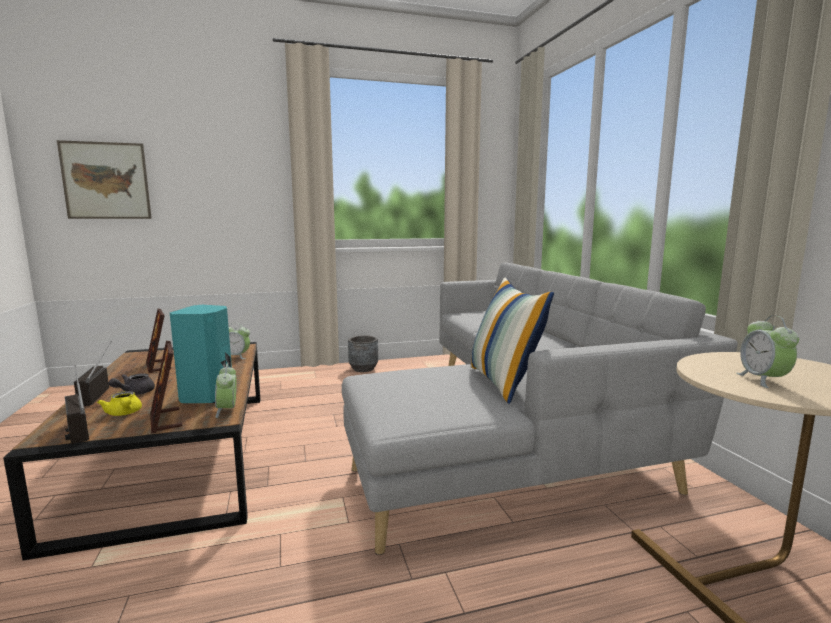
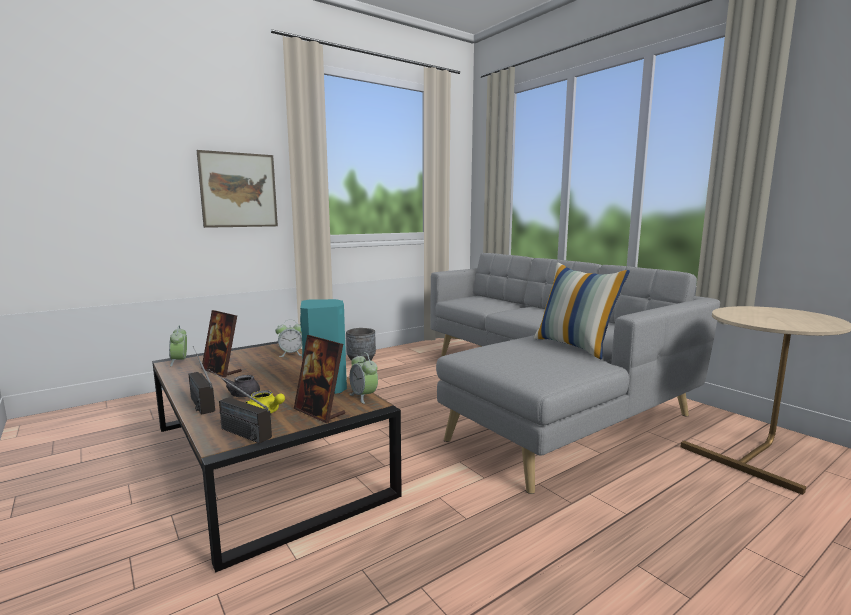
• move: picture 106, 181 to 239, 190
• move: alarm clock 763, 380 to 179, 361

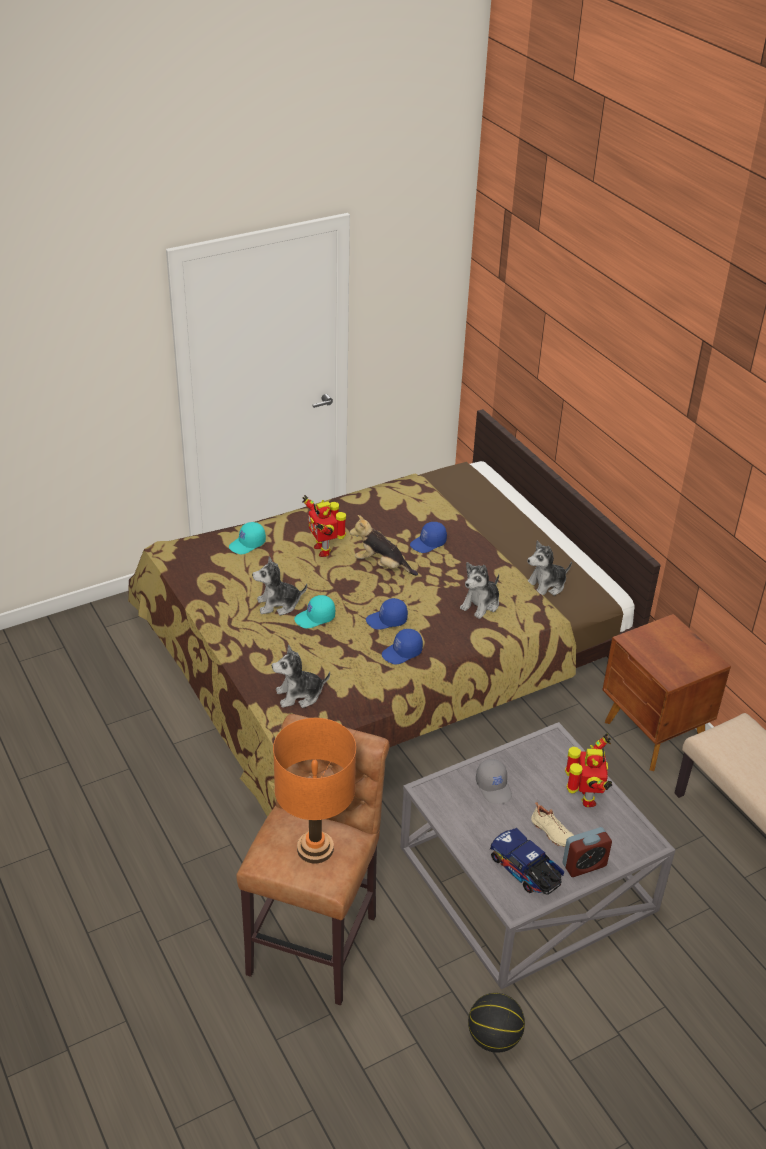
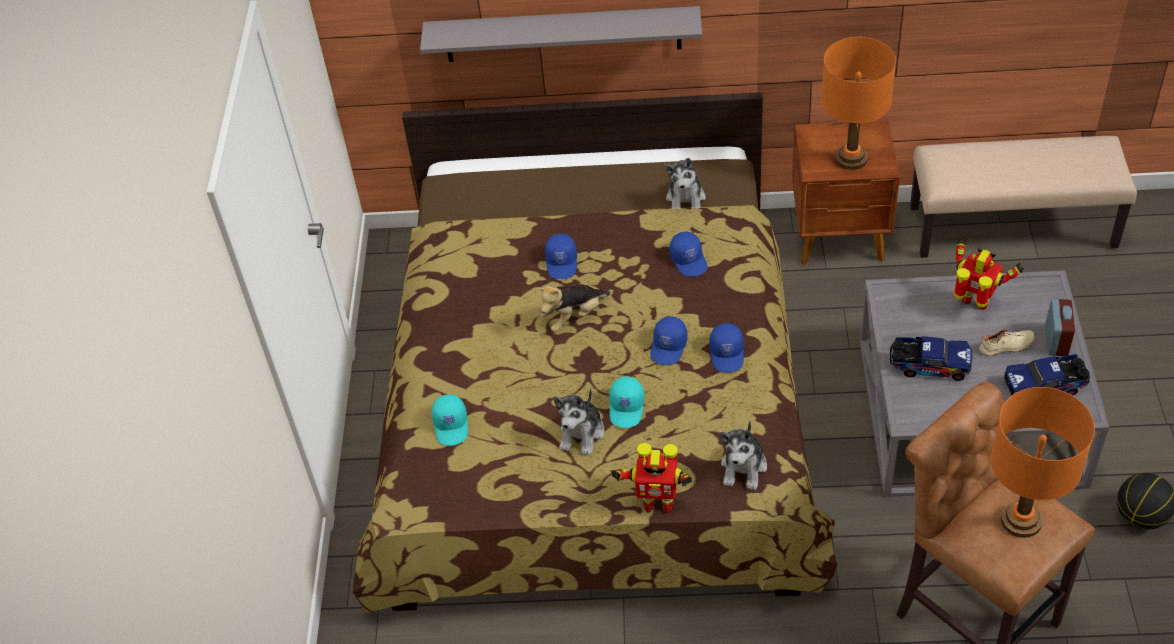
• insert: shelf (grey) 562, 34
• insert: table lamp (orange) 851, 159
• move: toy robot 323, 549 to 657, 503
• replace: plush toy 481, 604 to cap (blue) 689, 260
• replace: cap (grey) 494, 787 to toy truck 928, 365

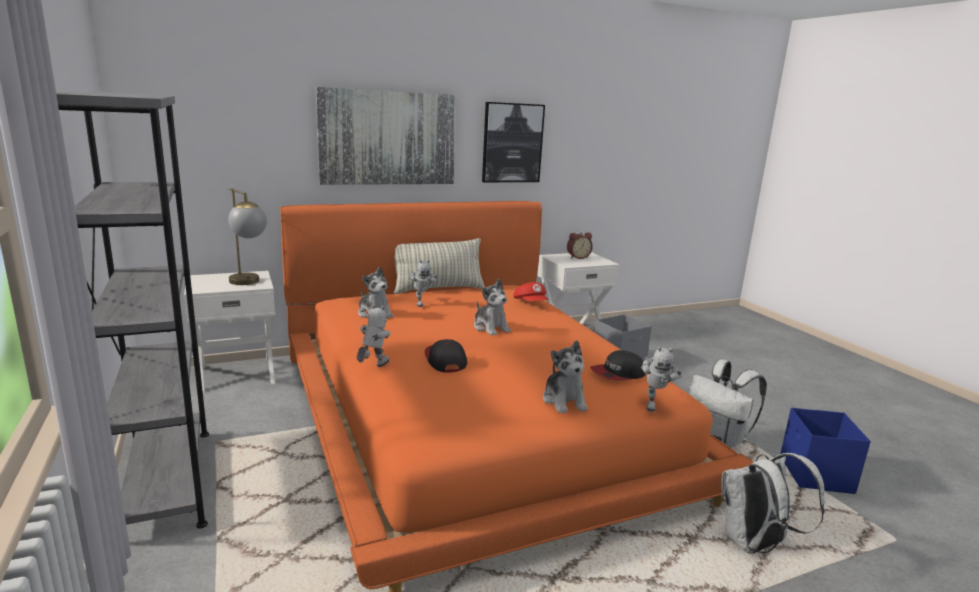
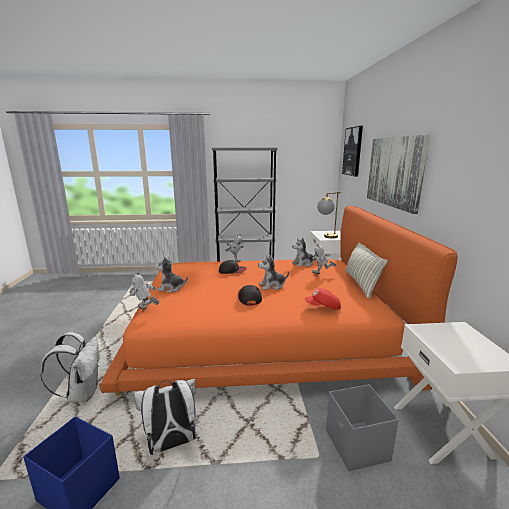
• delete: alarm clock 577, 257
• move: picture 512, 143 to 353, 151
• move: cap 618, 374 to 249, 297

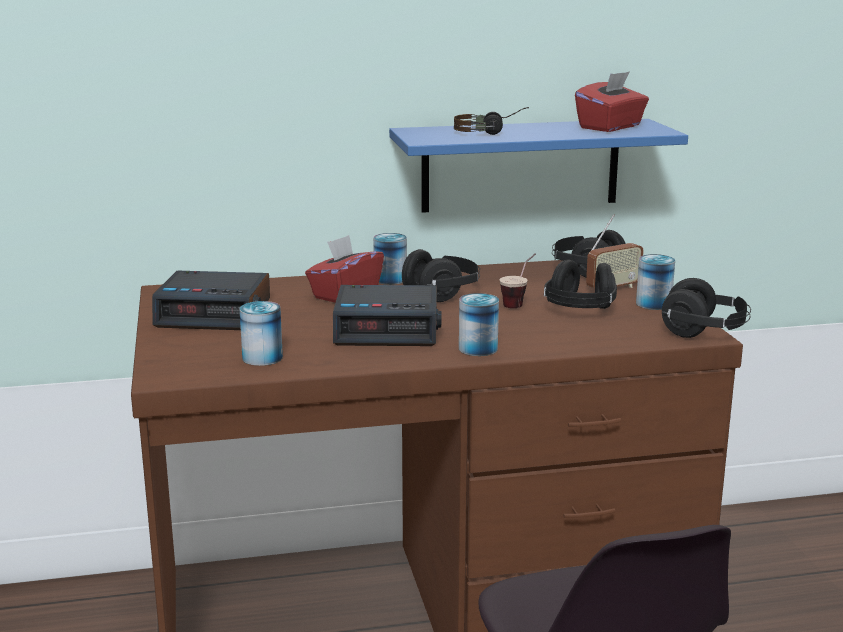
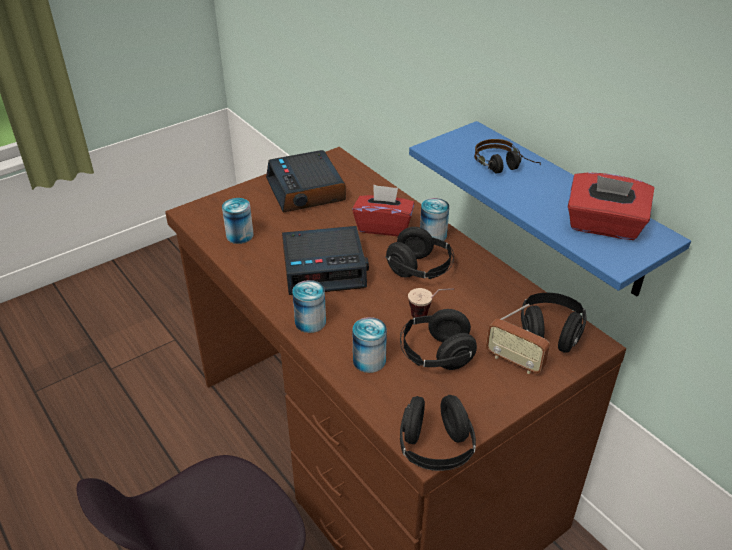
• move: can 653, 304 to 369, 360
• rotate: alarm clock 388, 328 = 325, 268 75 degrees counterclockwise

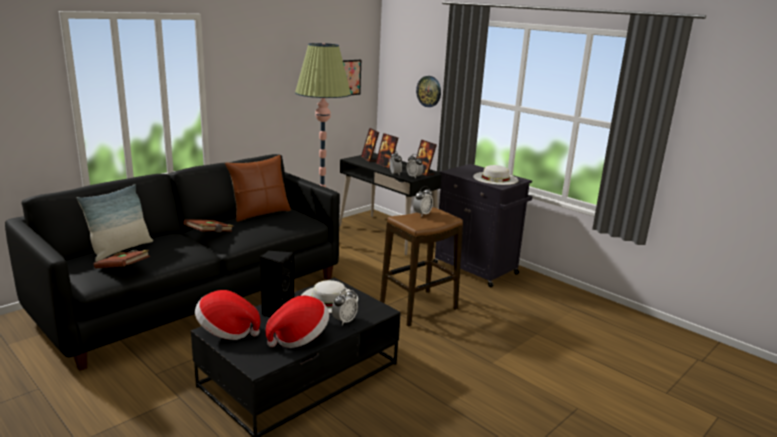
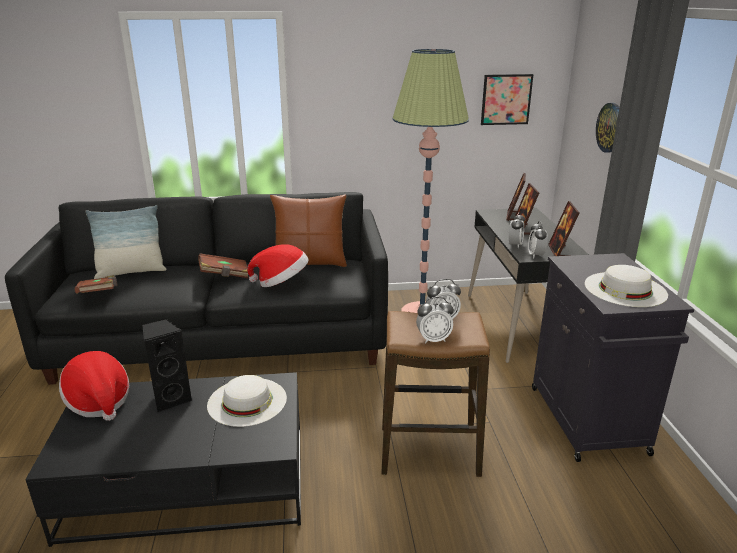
• move: hat 299, 337 to 281, 282
• move: alarm clock 344, 321 to 433, 339

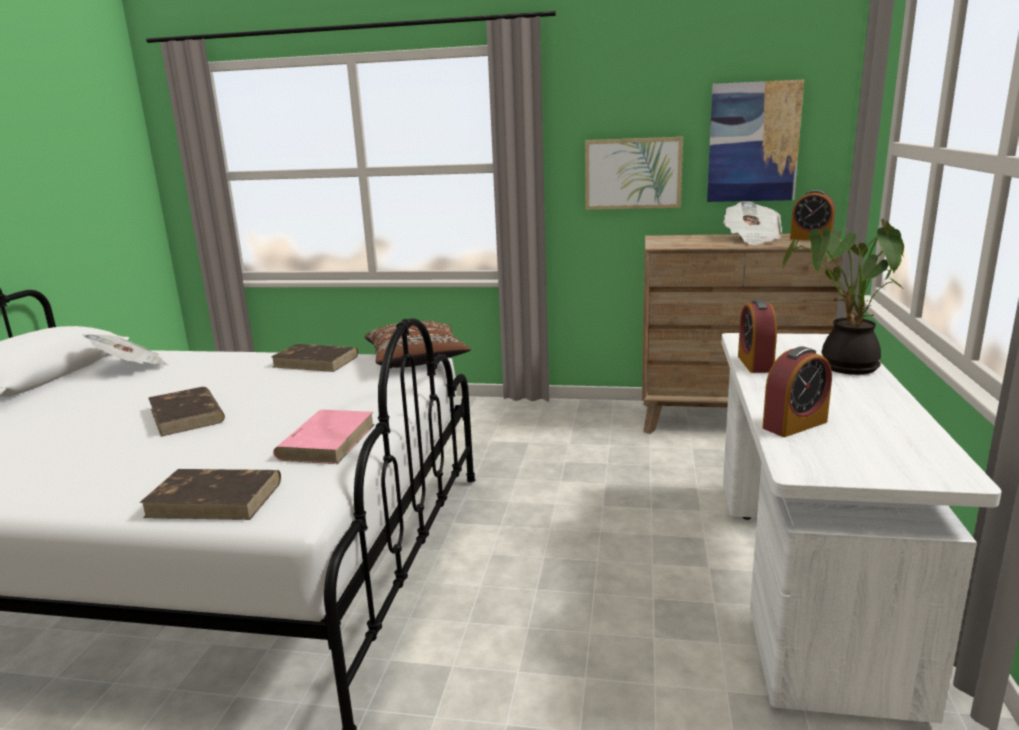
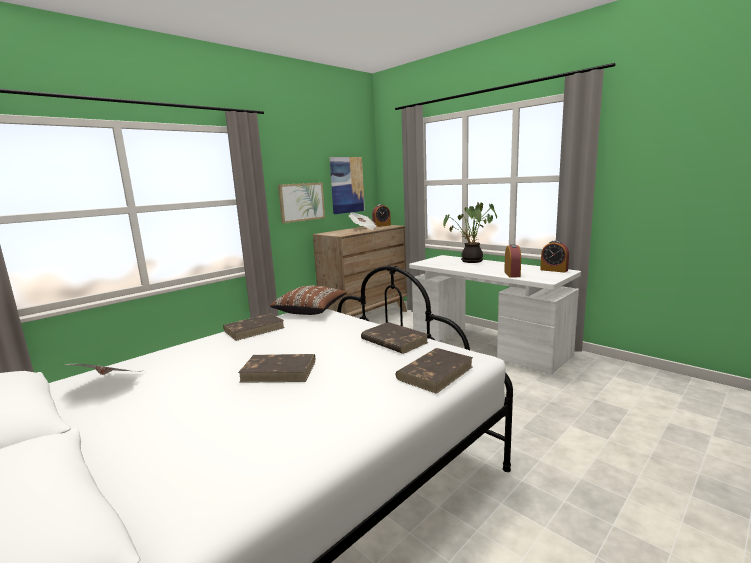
• move: alarm clock 755, 364 to 554, 270
• recolor: book (pink) 327, 441 to book (brown) 393, 341

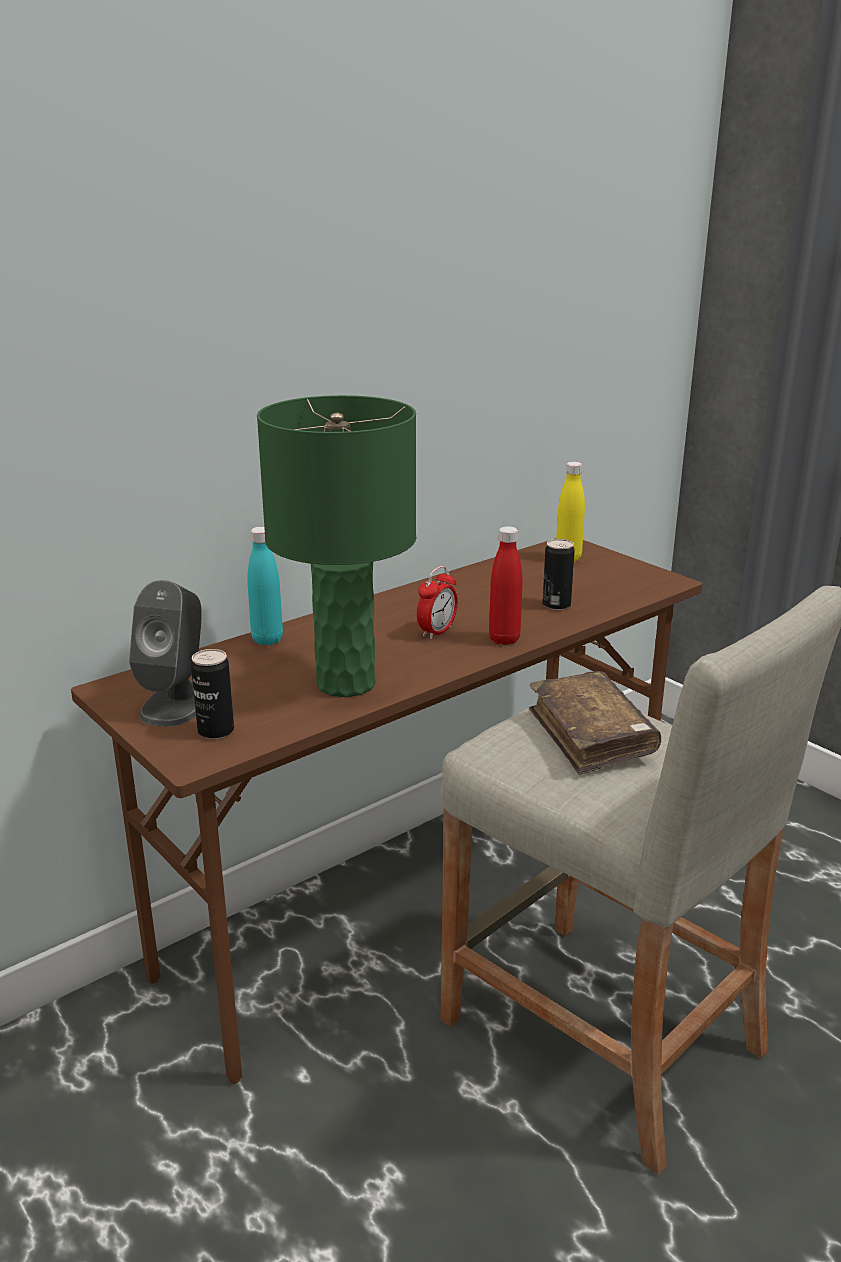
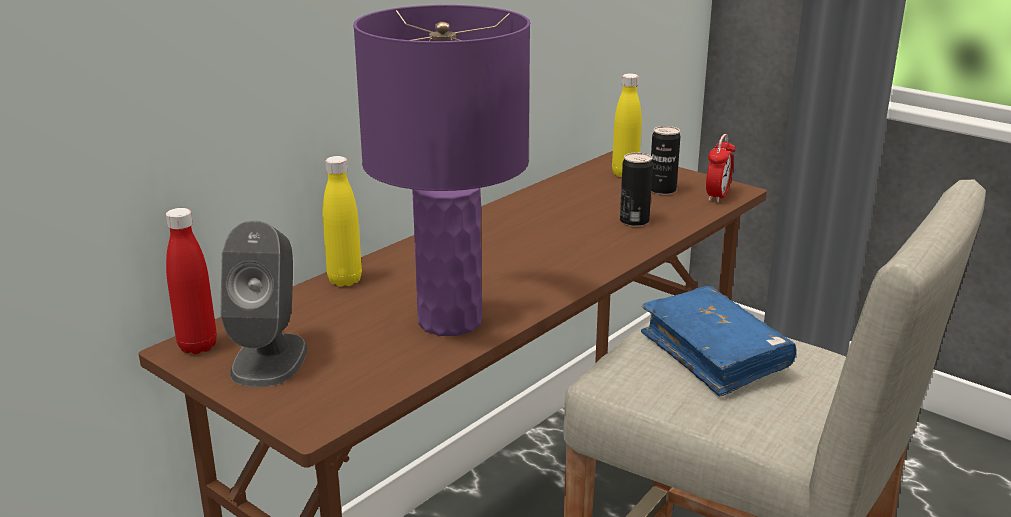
• move: can 216, 731 to 662, 190
• move: alarm clock 437, 632 to 717, 196
• move: bottle (red) 504, 639 to 197, 346
• recolor: bottle (turquoise) 267, 640 to bottle (yellow) 345, 280
• recolor: table lamp (green) 345, 683 to table lamp (purple) 449, 321
• recolor: book (brown) 591, 735 to book (blue) 714, 354

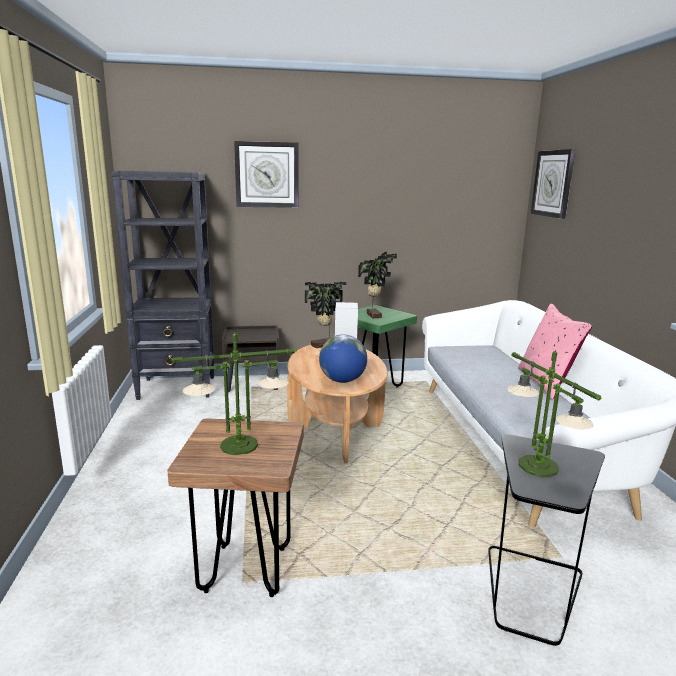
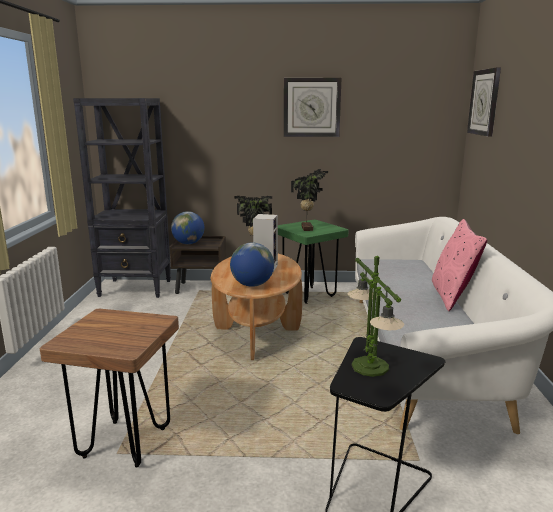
• delete: table lamp 238, 446
• insert: globe 188, 243
• move: wall clock 267, 175 to 311, 107

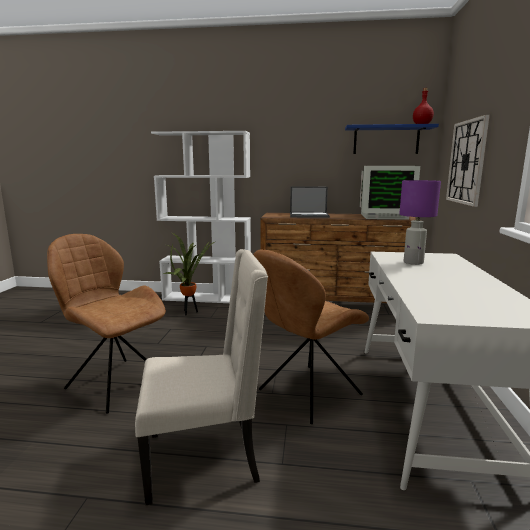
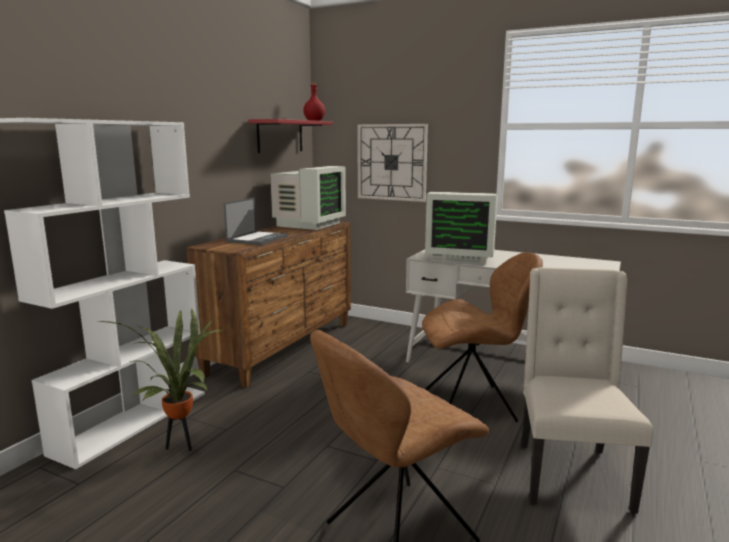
• replace: table lamp (purple) 414, 262 to monitor 461, 256
• recolor: shelf (blue) 386, 140 to shelf (red) 280, 136
• rotate: chair (brown) 307, 394 = 473, 405 75 degrees counterclockwise

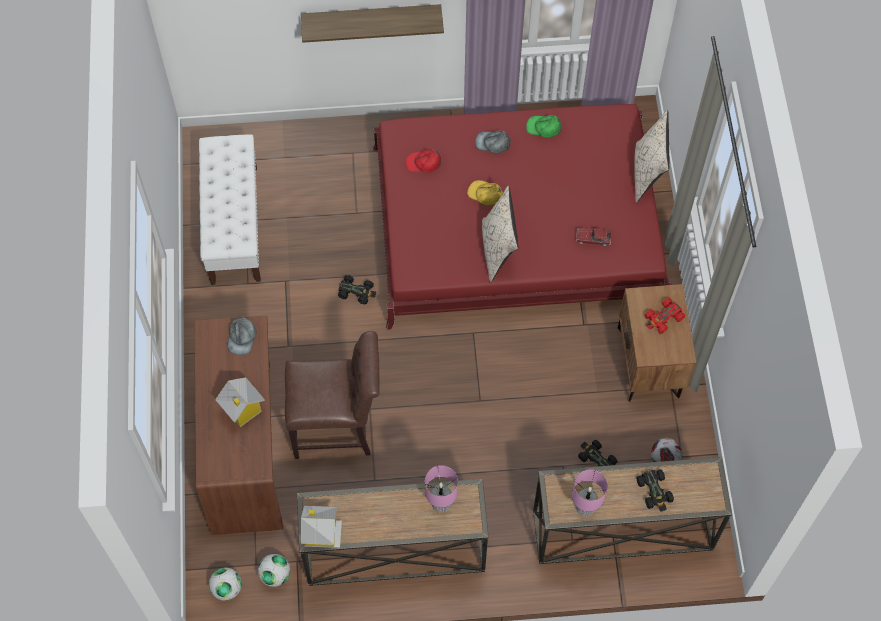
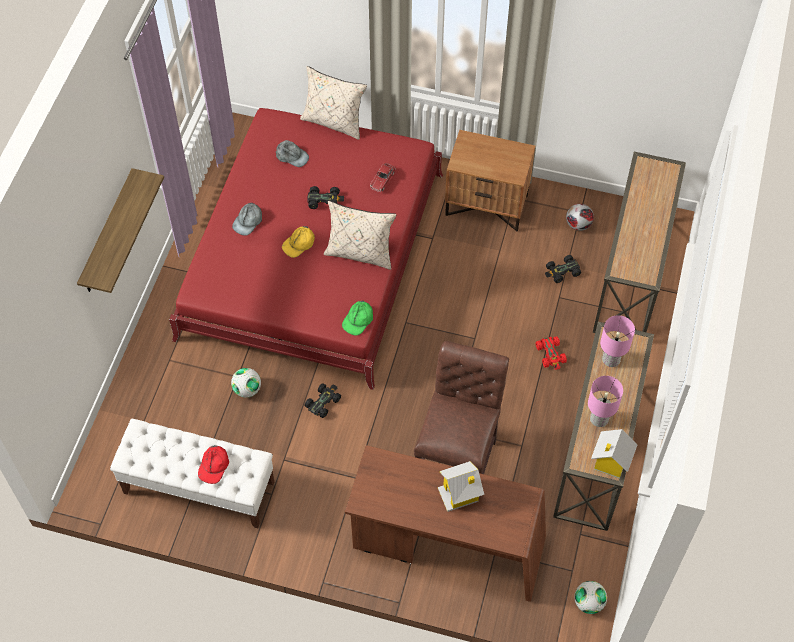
• move: cap (grey) 242, 337 to 292, 156
• move: football 275, 575 to 247, 389
• move: cap (red) 423, 163 to 214, 466
• move: cap (green) 544, 127 to 358, 320
• move: table lamp (pink) 585, 508 to 599, 419
• move: toy car (black) 654, 491 to 324, 200
• move: toy car (red) 663, 318 to 551, 355

